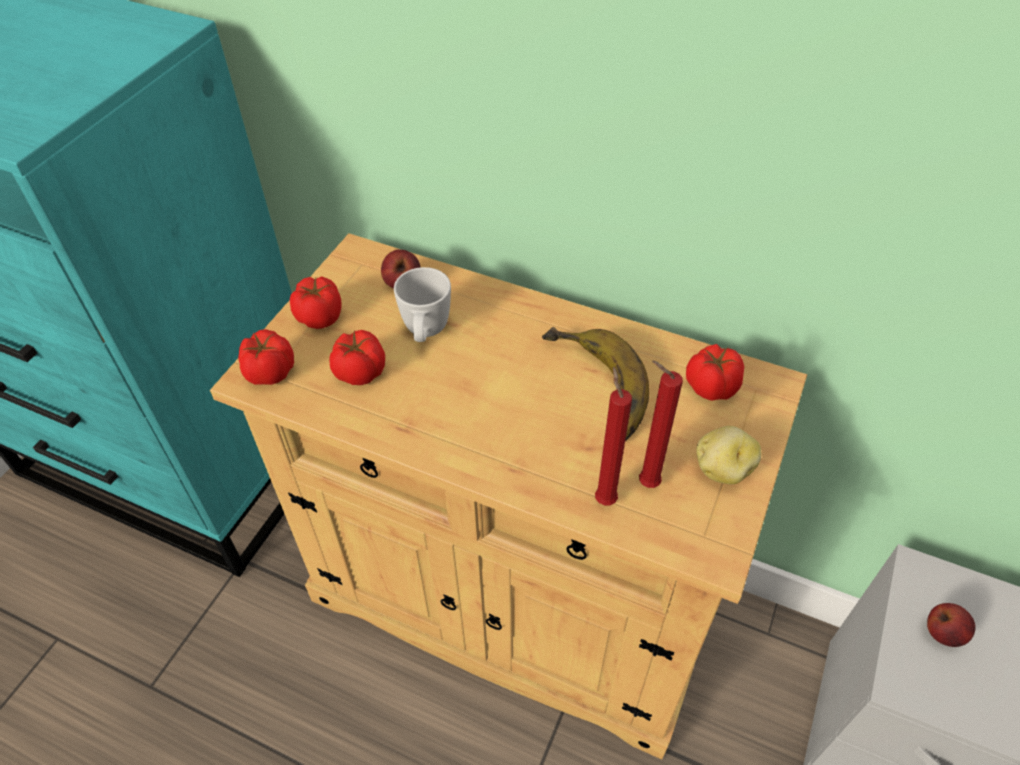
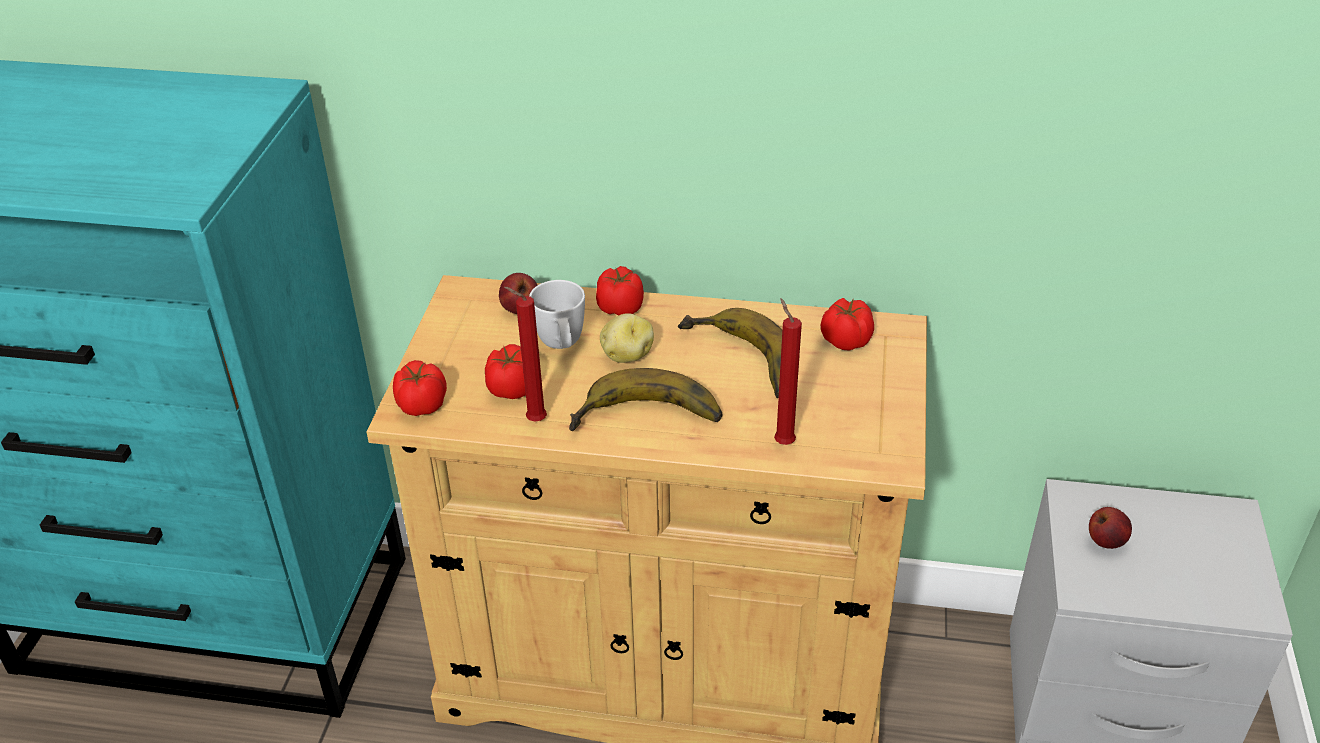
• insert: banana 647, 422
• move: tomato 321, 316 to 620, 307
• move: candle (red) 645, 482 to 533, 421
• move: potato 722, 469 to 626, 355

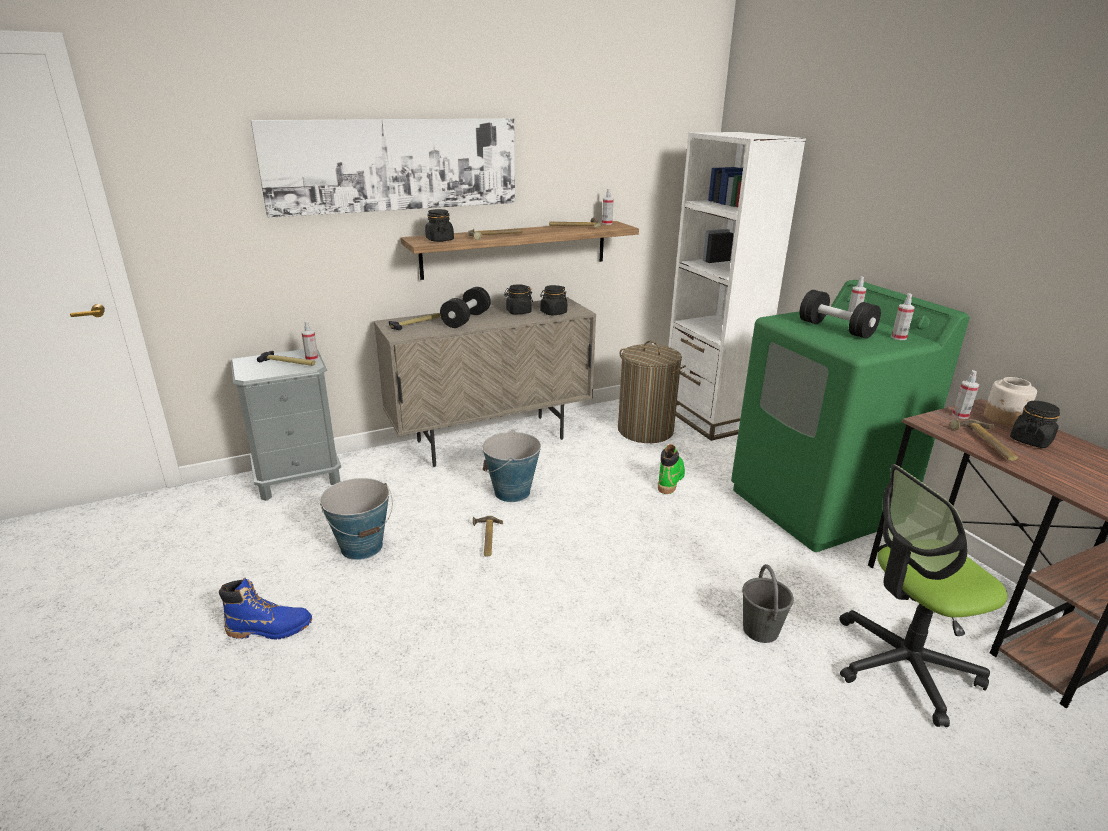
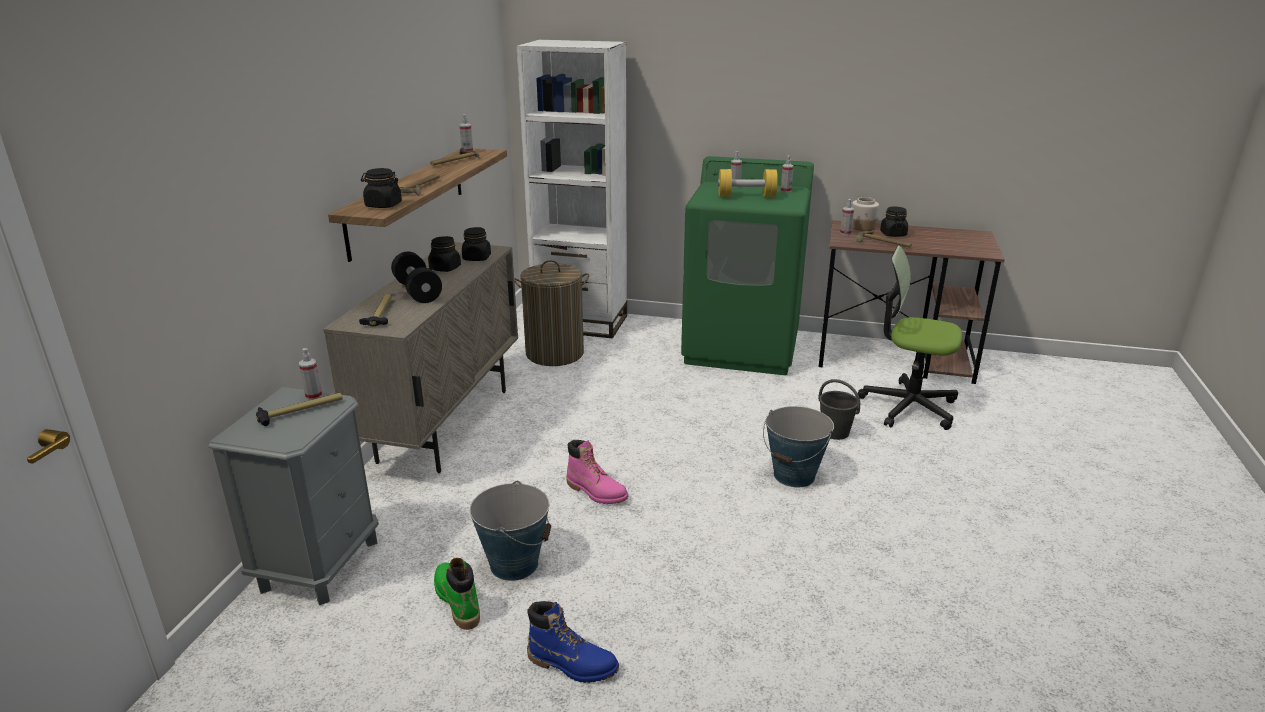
• delete: picture 395, 165
• move: bucket 512, 492 to 794, 475
• move: boot (green) 670, 479 to 457, 601
• replace: hammer 485, 538 to boot (pink) 596, 492
• recolor: dumbbell (black) 835, 329 to dumbbell (yellow) 746, 196
• rotate: boot (blue) 270, 628 = 572, 664 75 degrees clockwise
• rotate: office chair 903, 666 = 908, 406 90 degrees clockwise

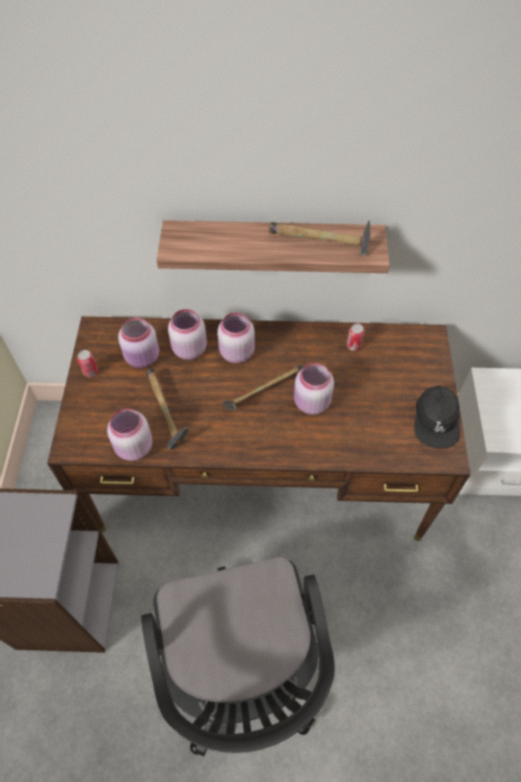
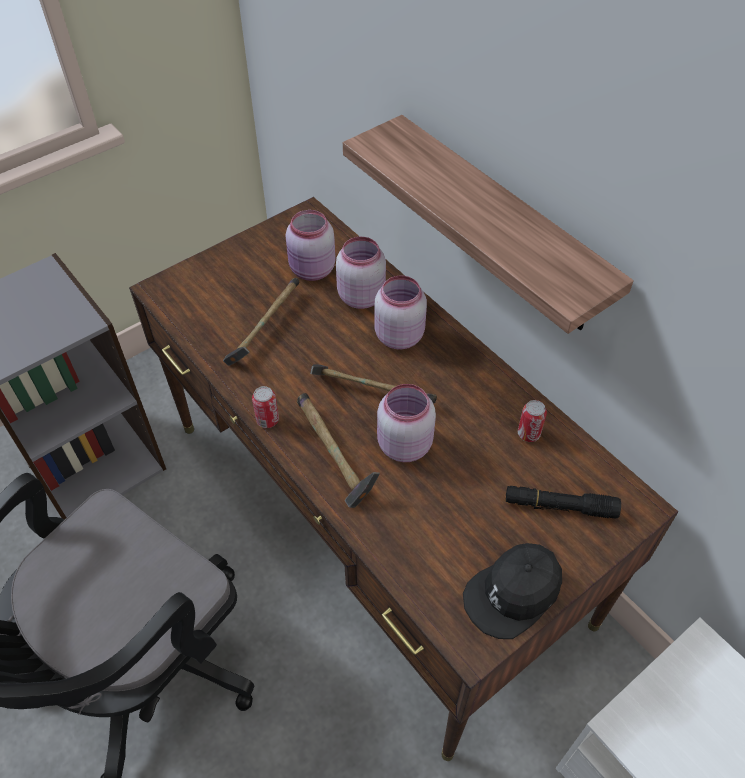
• delete: jar (pink) 133, 448
• insert: flashlight (black) 559, 506
• move: can 90, 372 to 267, 420
• move: hammer 321, 244 to 333, 457

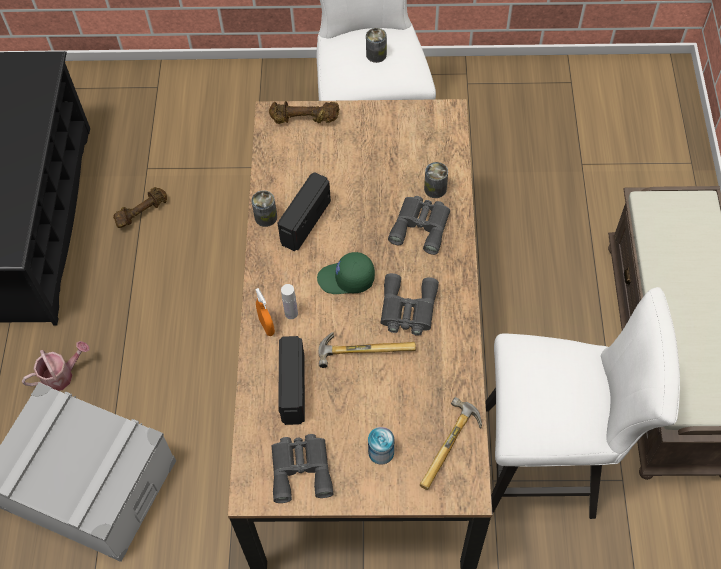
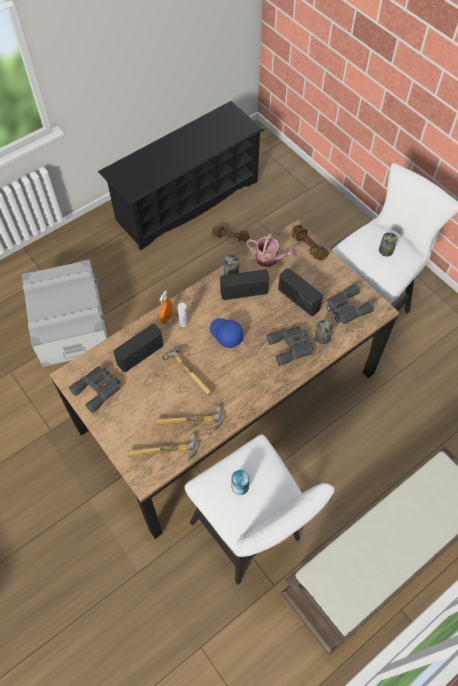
• insert: hammer 190, 424
• insert: radio 298, 299
• move: watering can 61, 375 to 270, 259
• move: can 381, 452 to 240, 486
• move: binoculars (grey) 407, 310 to 346, 308
• recolor: cap (green) 346, 279 to cap (blue) 225, 334

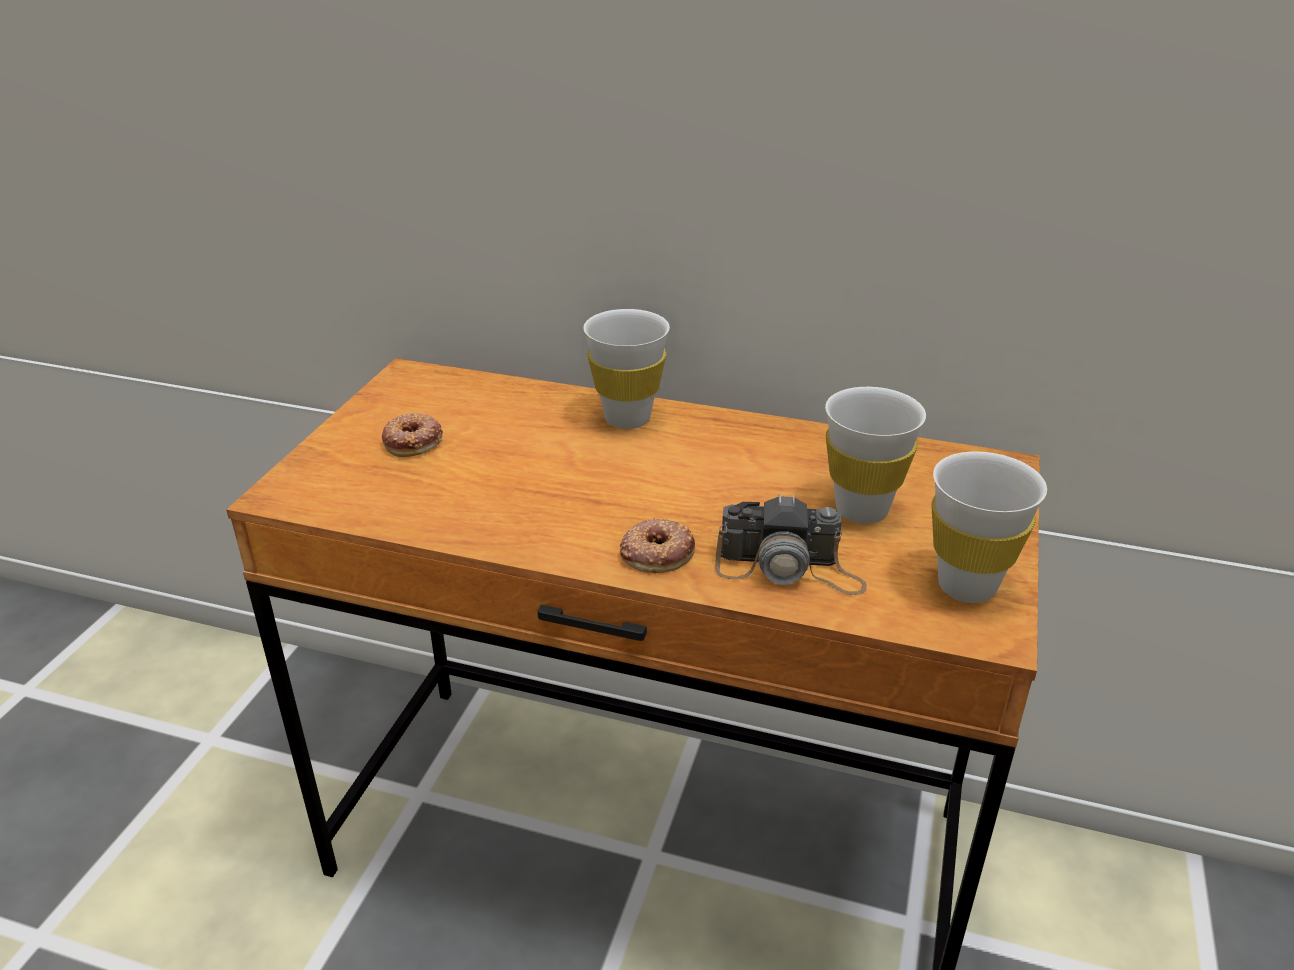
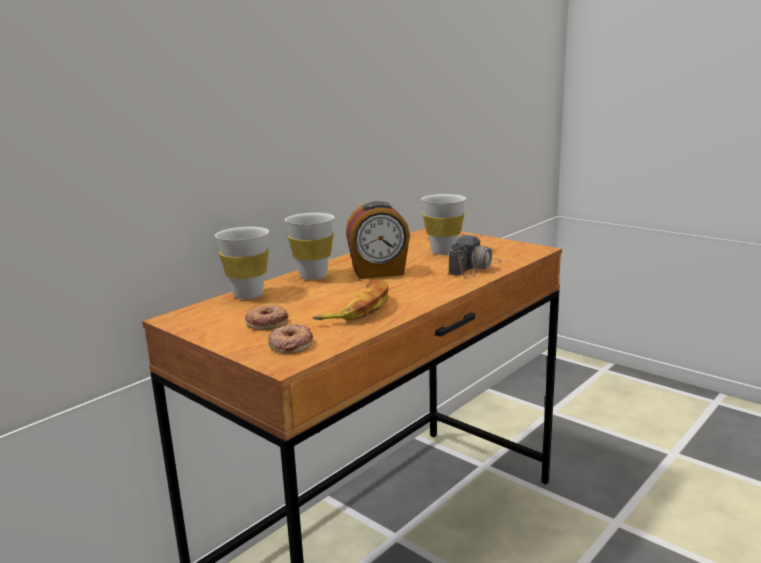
• insert: banana 357, 309
• insert: alarm clock 379, 273
• move: donut 656, 552 to 290, 344
• move: cup (white) 967, 586 to 248, 295

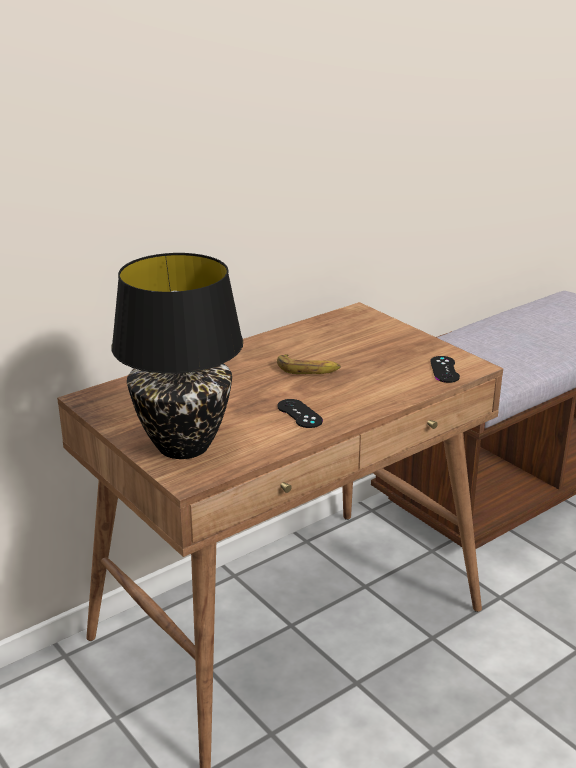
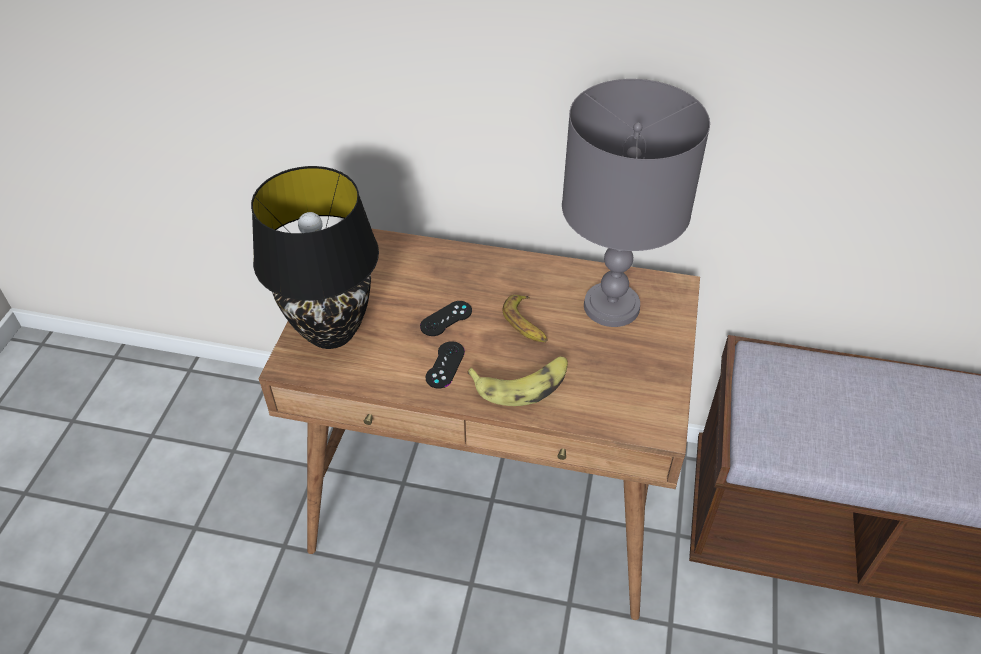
• insert: banana 522, 384
• insert: table lamp (grey) 612, 307
• move: game controller (black) 444, 369 to 446, 318

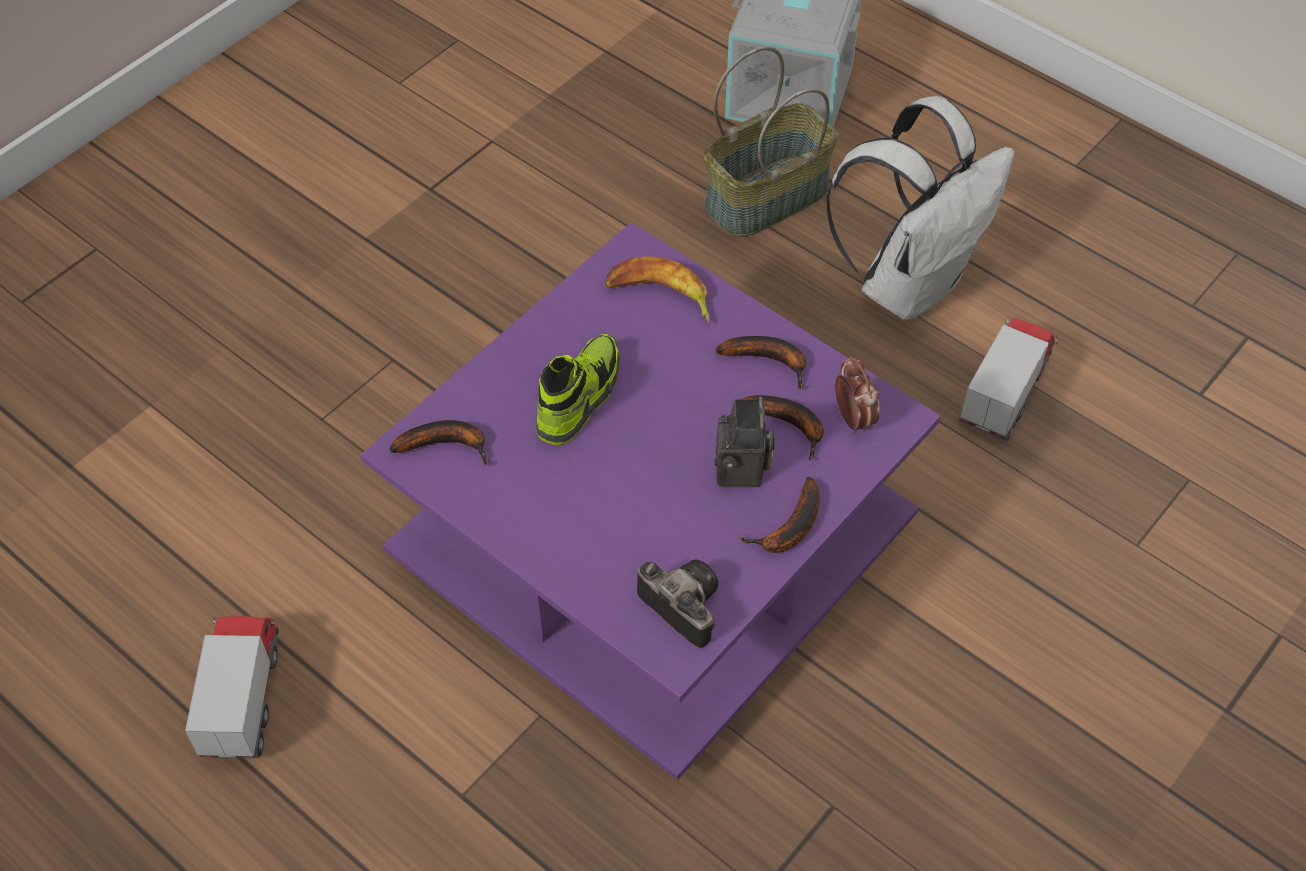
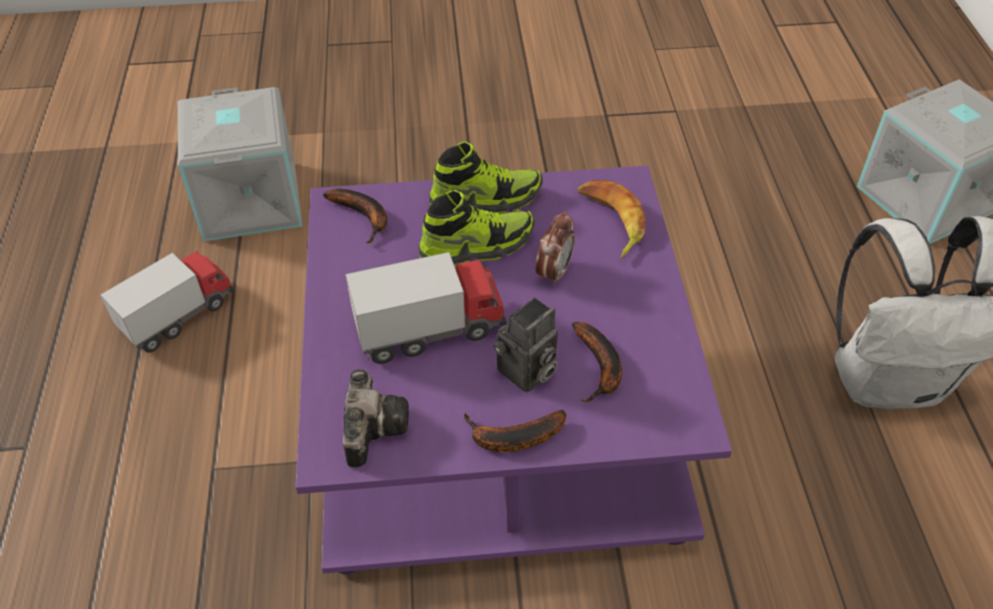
• delete: basket 766, 196
• delete: banana 769, 360
• insert: storage box (grey) 253, 201
• insert: shoe 485, 200
• move: alarm clock 853, 418 to 554, 272
• move: toy truck 1003, 395 to 430, 330

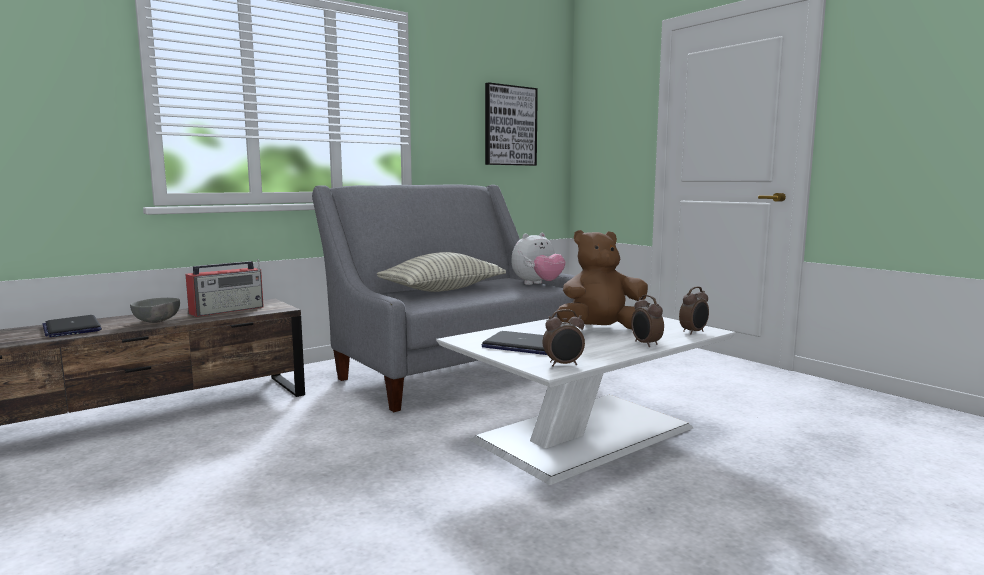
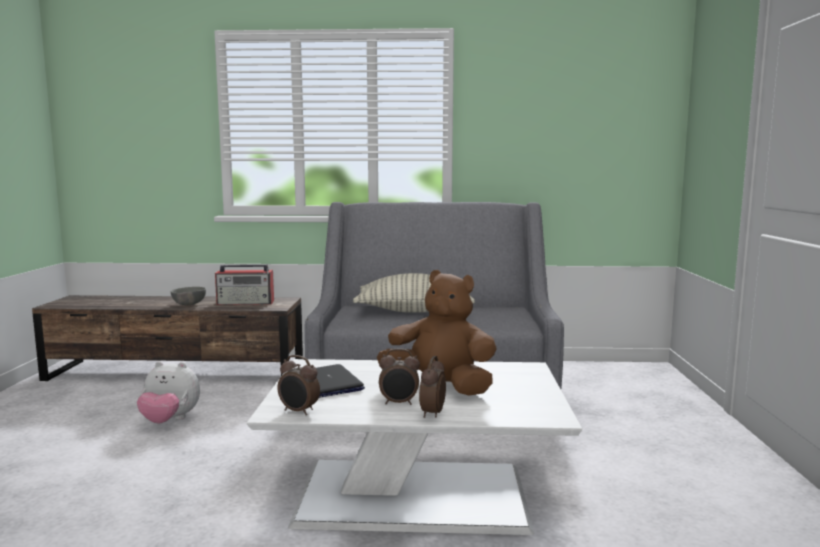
• delete: laptop 72, 328
• delete: picture 510, 126
• move: plush toy 537, 284 to 170, 421
• move: alarm clock 694, 332 to 399, 403

